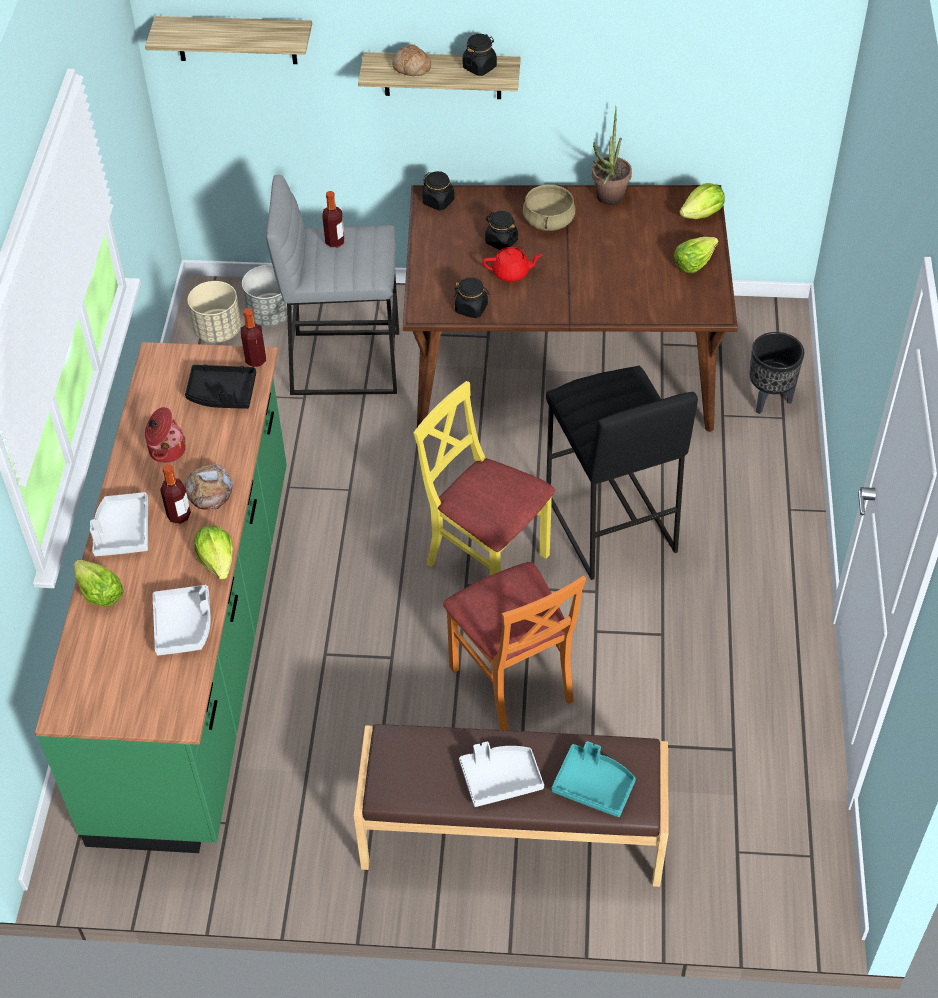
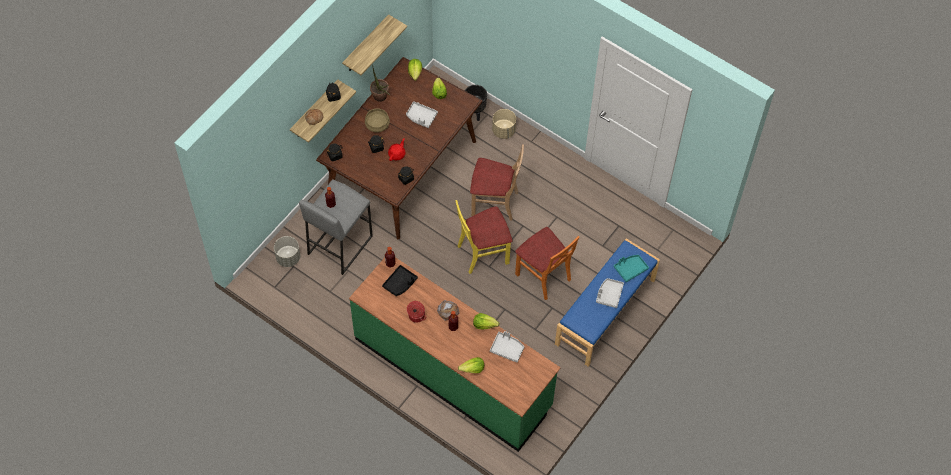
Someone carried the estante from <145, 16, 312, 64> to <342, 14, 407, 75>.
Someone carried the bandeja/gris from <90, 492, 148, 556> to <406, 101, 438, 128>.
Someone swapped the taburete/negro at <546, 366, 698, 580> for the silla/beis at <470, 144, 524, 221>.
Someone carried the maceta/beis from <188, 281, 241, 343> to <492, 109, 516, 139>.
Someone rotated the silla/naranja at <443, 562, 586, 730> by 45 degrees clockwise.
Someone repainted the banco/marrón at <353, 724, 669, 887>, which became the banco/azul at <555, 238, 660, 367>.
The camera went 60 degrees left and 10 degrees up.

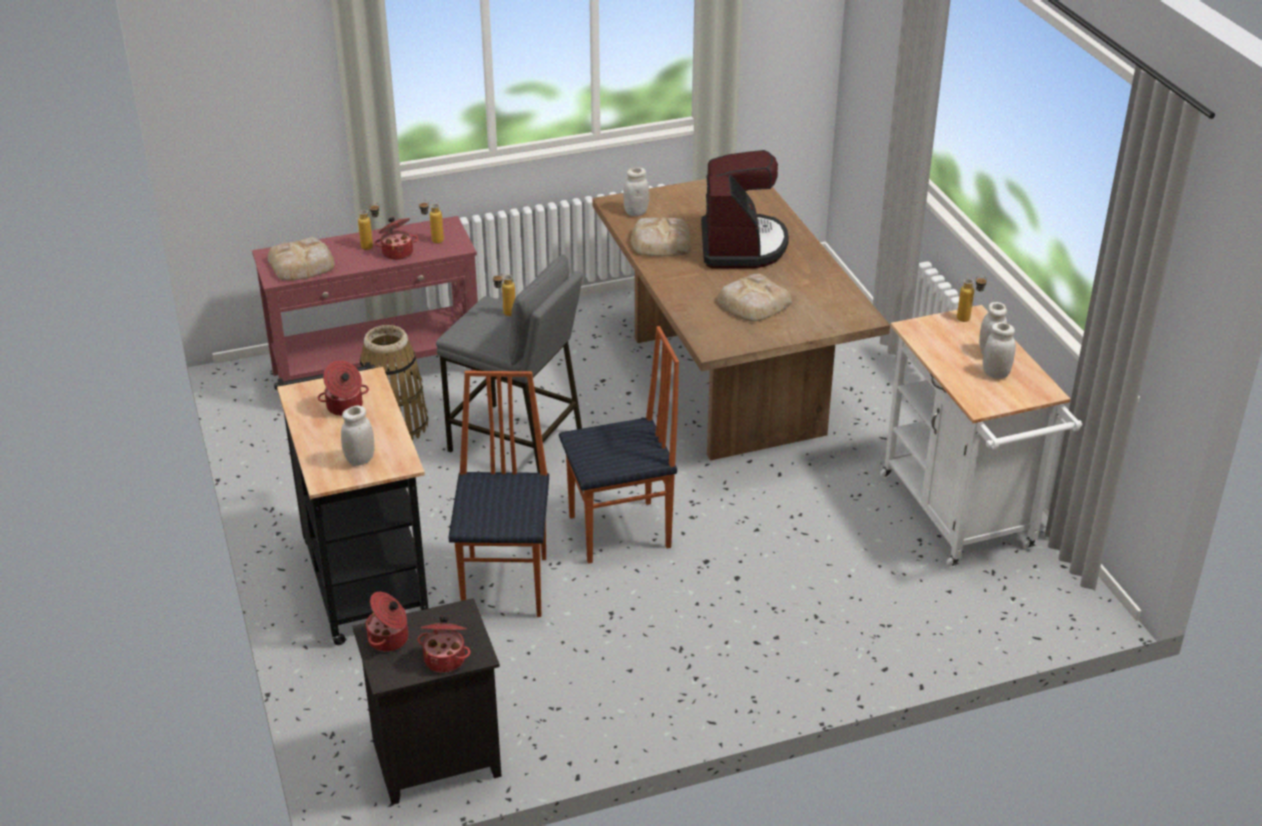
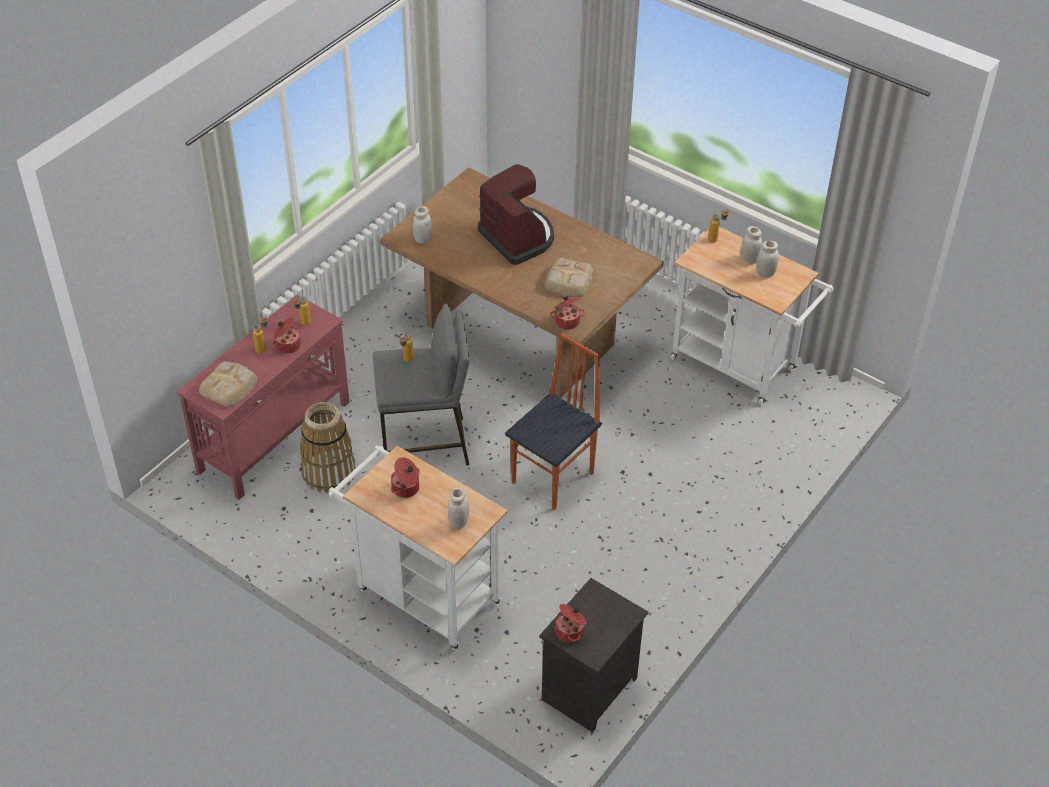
Someone repainted the carrito/negro at <274, 362, 428, 645>, which became the carrito/blanco at <329, 445, 508, 651>.
Someone carried the olla from <417, 617, 470, 673> to <550, 296, 585, 330>.
Someone took away the silla at <448, 371, 549, 617>.
Someone took away the pan at <631, 217, 691, 256>.
The camera went 35 degrees left and 10 degrees up.

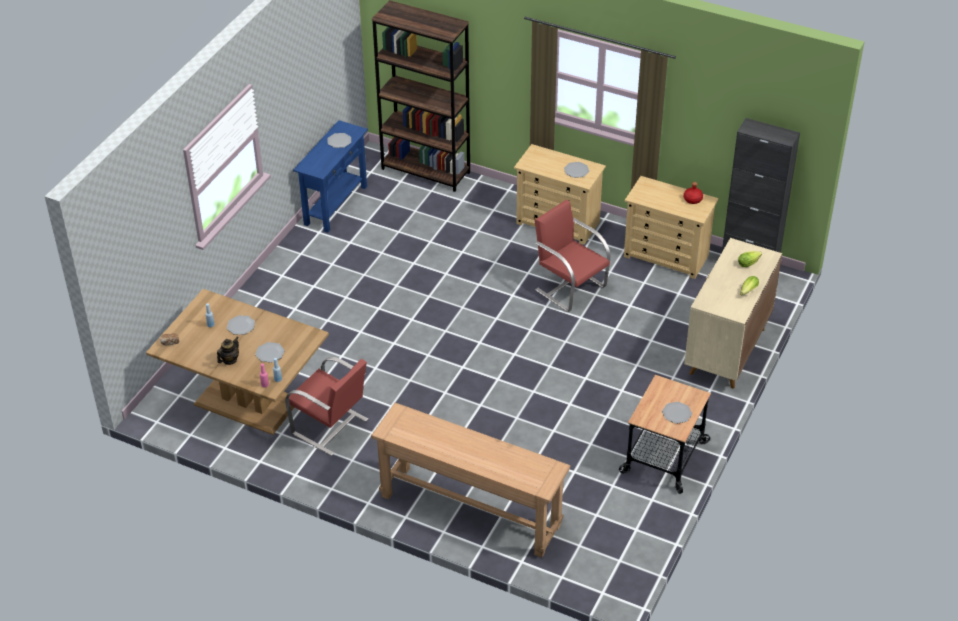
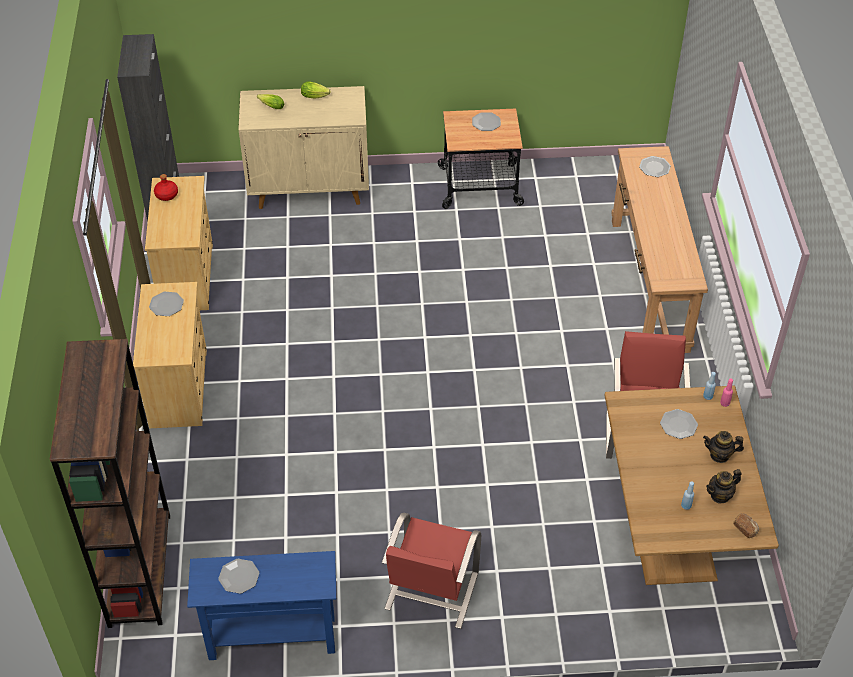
Someone carried the silla/rojo from <535, 200, 611, 312> to <382, 513, 481, 629>.
Someone carried the plato from <227, 315, 255, 335> to <639, 156, 671, 177>.
Someone put down the tetera at <706, 469, 741, 504>.
The camera went 120 degrees left and 5 degrees up.

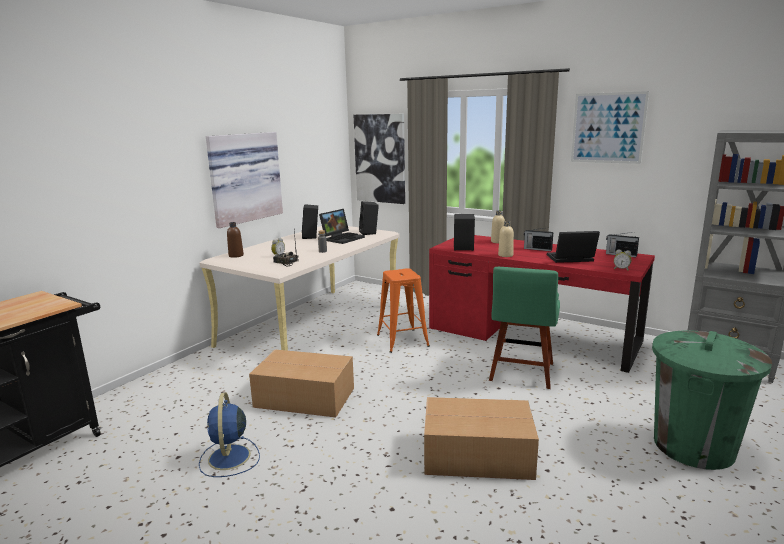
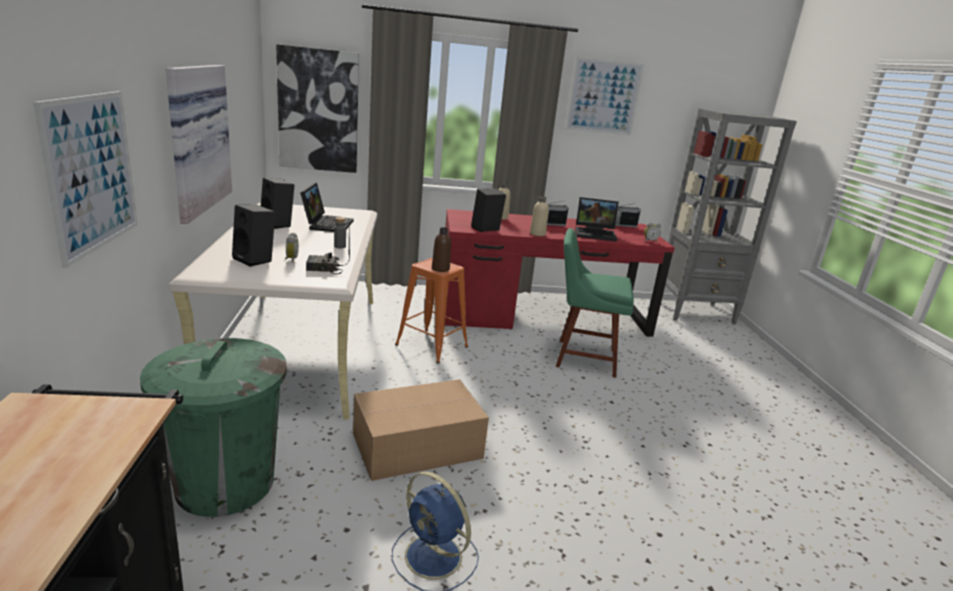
Someone put up the cuadro at <33, 91, 138, 268>.
Someone carried the papelera/verde from <652, 330, 772, 470> to <140, 338, 287, 517>.
Someone carried the altavoz/negro from <359, 201, 379, 235> to <232, 205, 275, 267>.
Someone carried the botella/marrón from <227, 222, 244, 258> to <432, 227, 451, 272>.
Someone rotated the silla/verde at <489, 267, 560, 389> by 120 degrees clockwise.
Someone rotated the portátil at <547, 231, 600, 263> by 135 degrees counterclockwise.
Someone took away the caja de cartón at <424, 397, 539, 480>.
The camera went 40 degrees left and 5 degrees up.

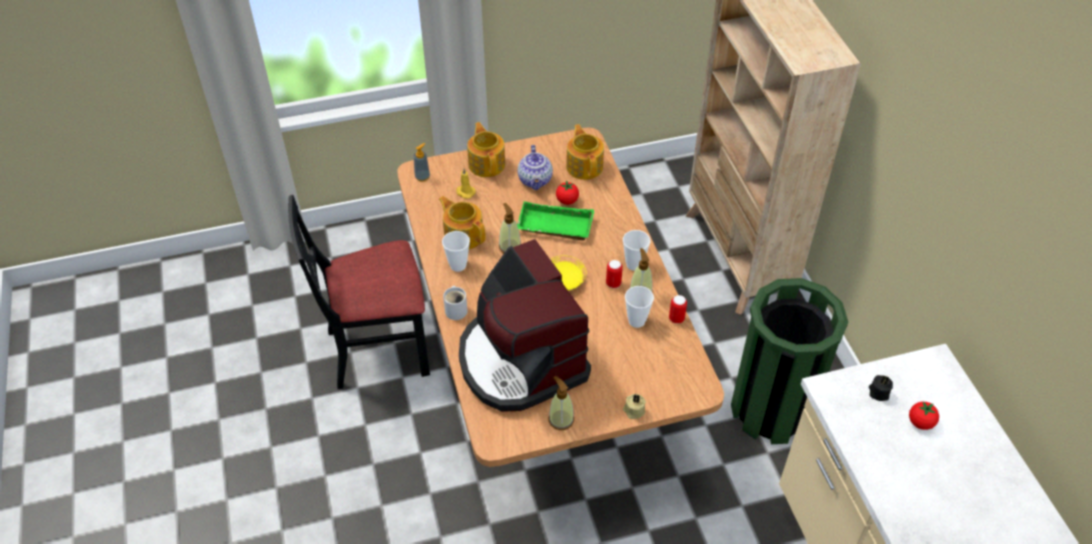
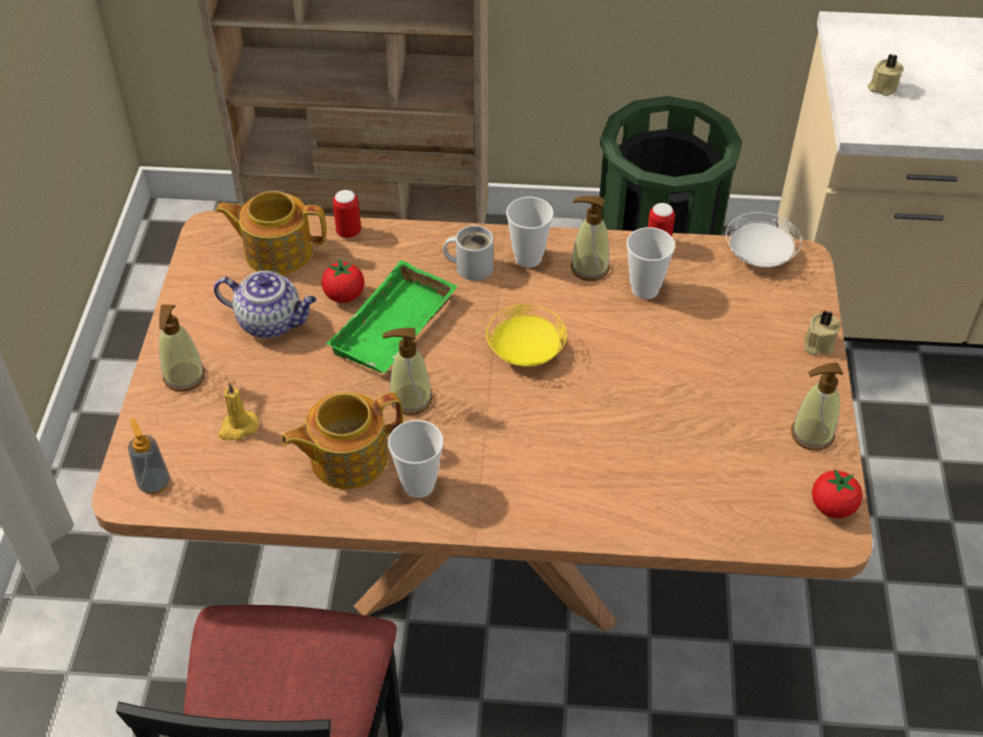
Someone swapped the tetera at <467, 122, 505, 177> for the dispensador de jabón at <159, 304, 205, 392>.
Someone carried the lata from <606, 260, 623, 288> to <333, 190, 361, 238>.
Someone carried the taza grande/blanco from <443, 286, 468, 320> to <443, 225, 493, 281>.
Someone put down the plato/blanco at <726, 212, 802, 267>.
Someone carried the tomate from <909, 402, 939, 430> to <812, 469, 863, 518>.
Someone repainted the vela/negro at <869, 375, 893, 401>, which became the vela/beis at <868, 54, 904, 96>.
Someone took away the cafetera at <459, 239, 591, 412>.
The camera went 70 degrees left and 0 degrees up.

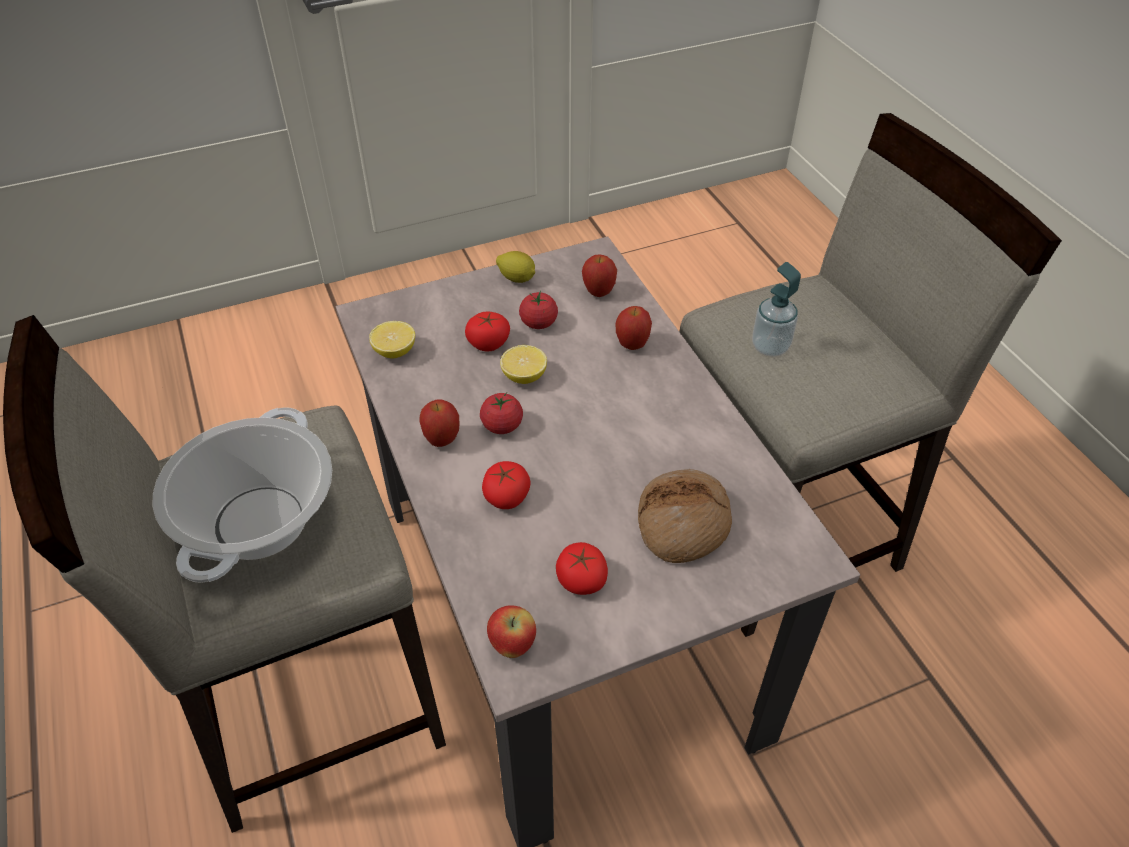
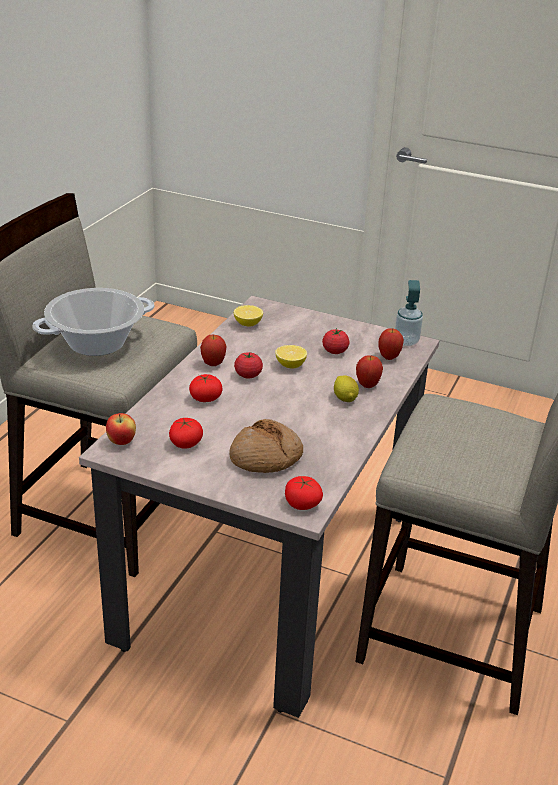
Someone carried the tomate from <465, 312, 510, 351> to <285, 476, 323, 510>.
Someone carried the limón from <496, 251, 535, 283> to <334, 375, 359, 402>.
Someone carried the dispensador de jabón from <752, 262, 801, 357> to <395, 280, 423, 346>.
The camera went 45 degrees right and 15 degrees down.

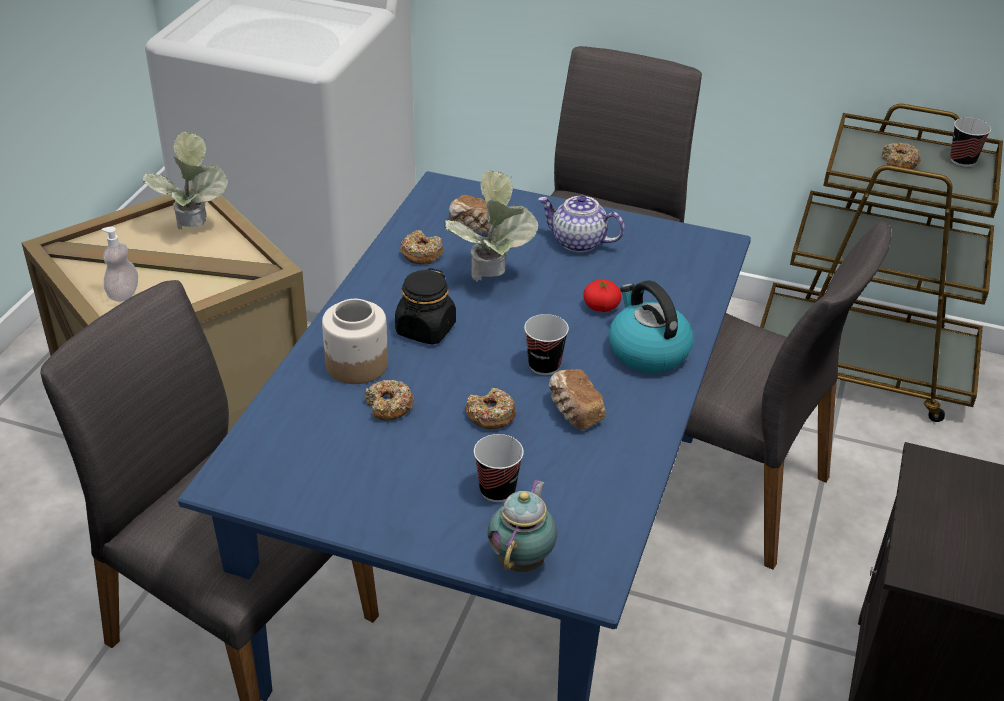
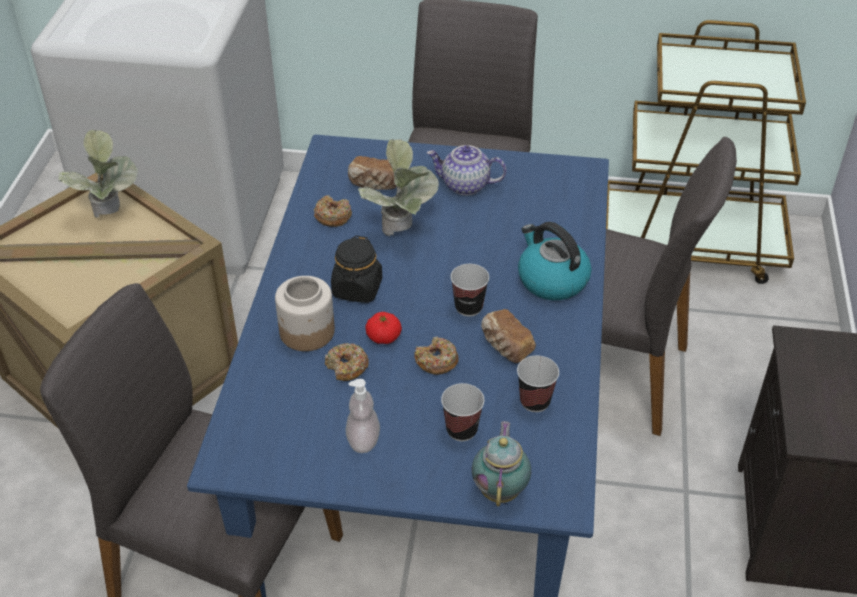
Someone carried the dispensador de jabón from <101, 227, 138, 302> to <346, 379, 380, 453>.
Someone carried the tomate from <584, 279, 621, 312> to <365, 312, 402, 344>.
Someone carried the taza from <950, 117, 991, 167> to <517, 356, 559, 412>.
Someone took away the rosquilla at <882, 143, 921, 169>.
The camera went 10 degrees left and 5 degrees up.

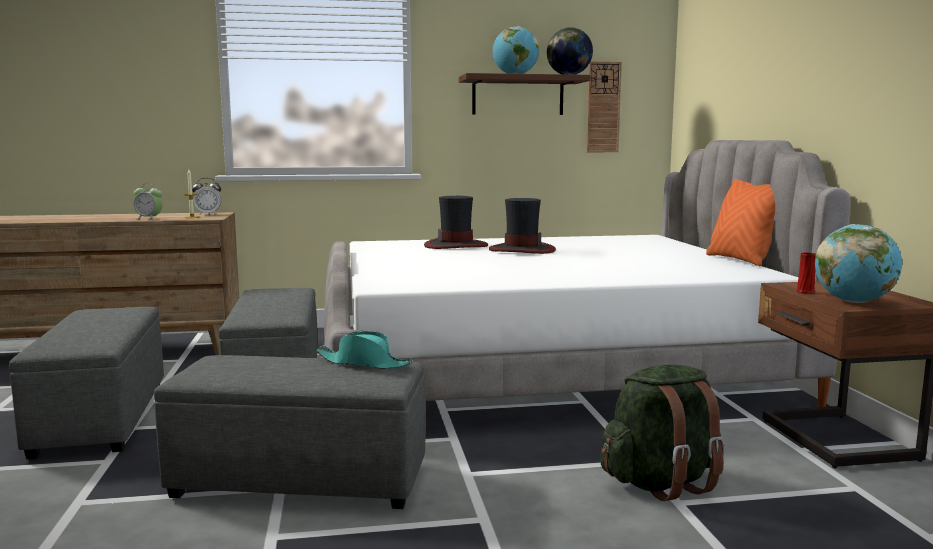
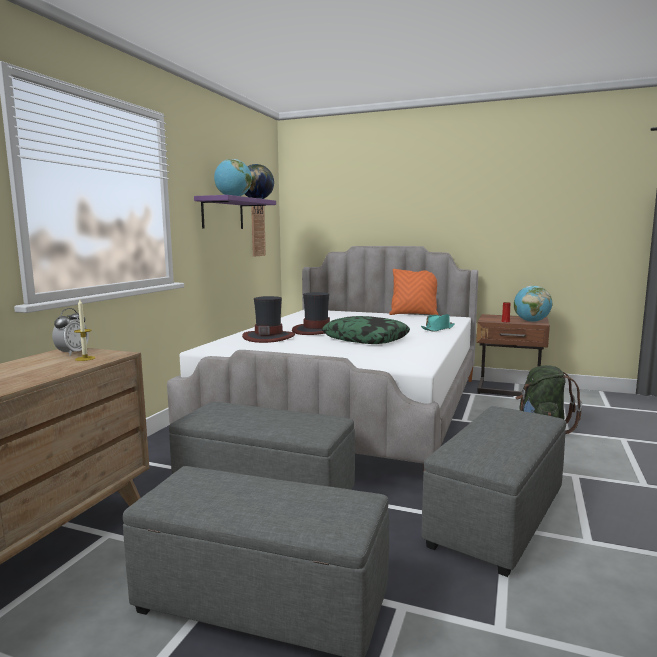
Someone repainted the estante/marrón at <459, 73, 590, 115>, which became the estante/morado at <194, 195, 276, 229>.
Someone put down the cojín at <322, 316, 410, 344>.
Someone carried the sombrero/turquesa from <316, 331, 413, 369> to <421, 314, 455, 332>.
Someone took away the despertador at <134, 183, 162, 220>.
The camera went 60 degrees left and 0 degrees up.

